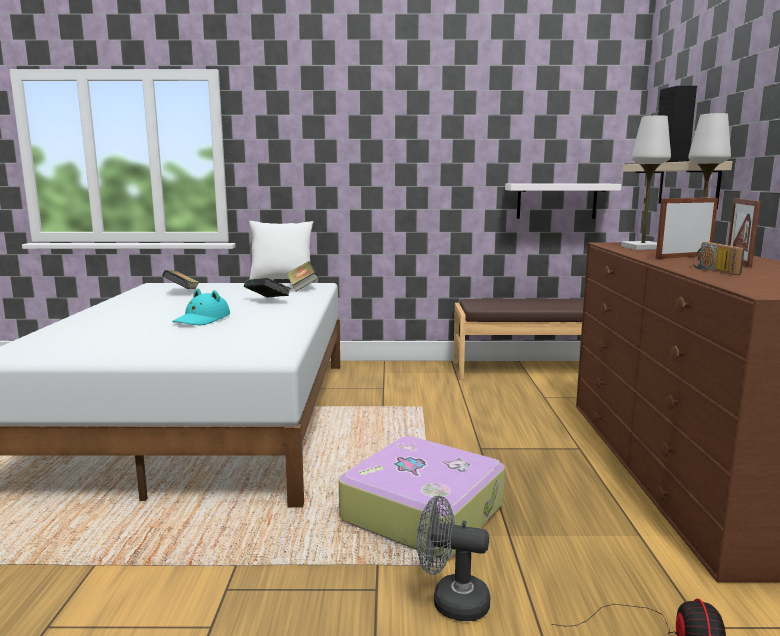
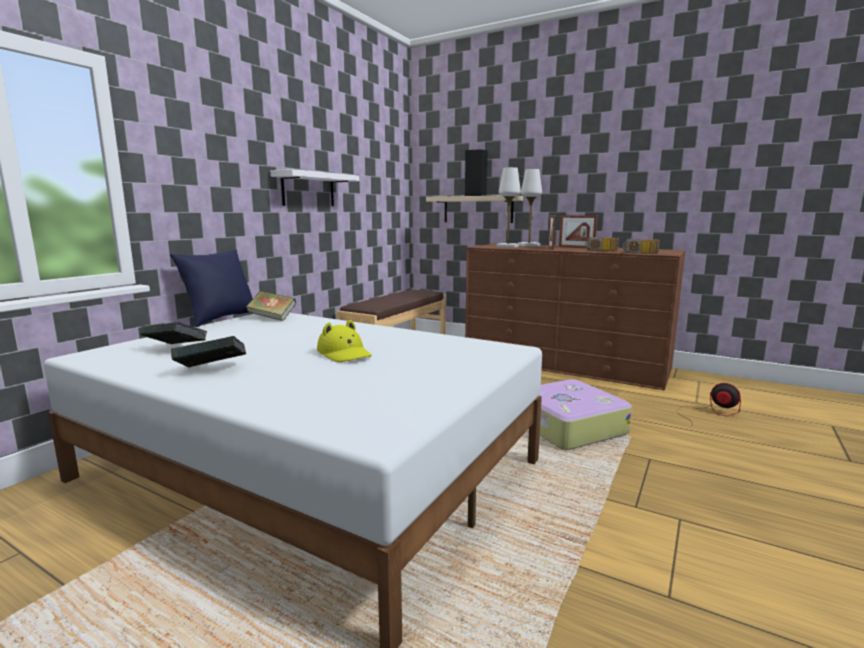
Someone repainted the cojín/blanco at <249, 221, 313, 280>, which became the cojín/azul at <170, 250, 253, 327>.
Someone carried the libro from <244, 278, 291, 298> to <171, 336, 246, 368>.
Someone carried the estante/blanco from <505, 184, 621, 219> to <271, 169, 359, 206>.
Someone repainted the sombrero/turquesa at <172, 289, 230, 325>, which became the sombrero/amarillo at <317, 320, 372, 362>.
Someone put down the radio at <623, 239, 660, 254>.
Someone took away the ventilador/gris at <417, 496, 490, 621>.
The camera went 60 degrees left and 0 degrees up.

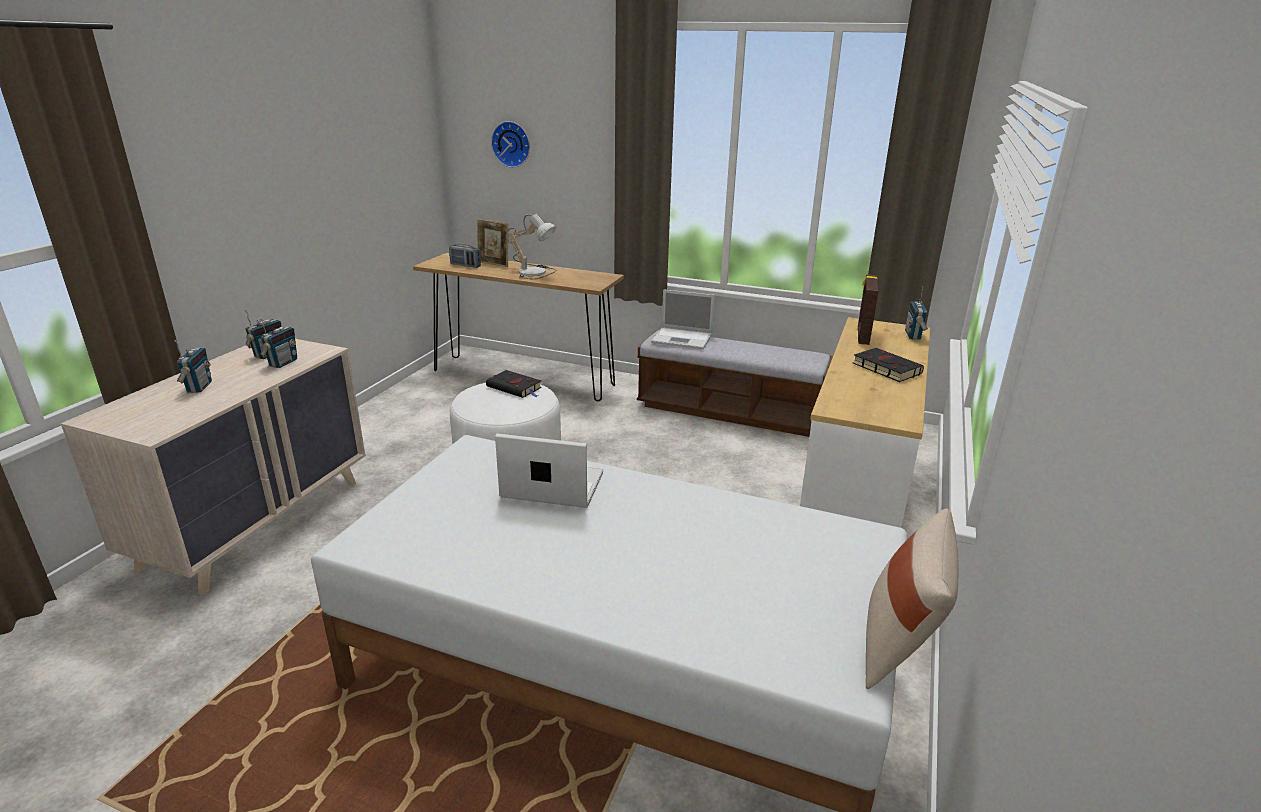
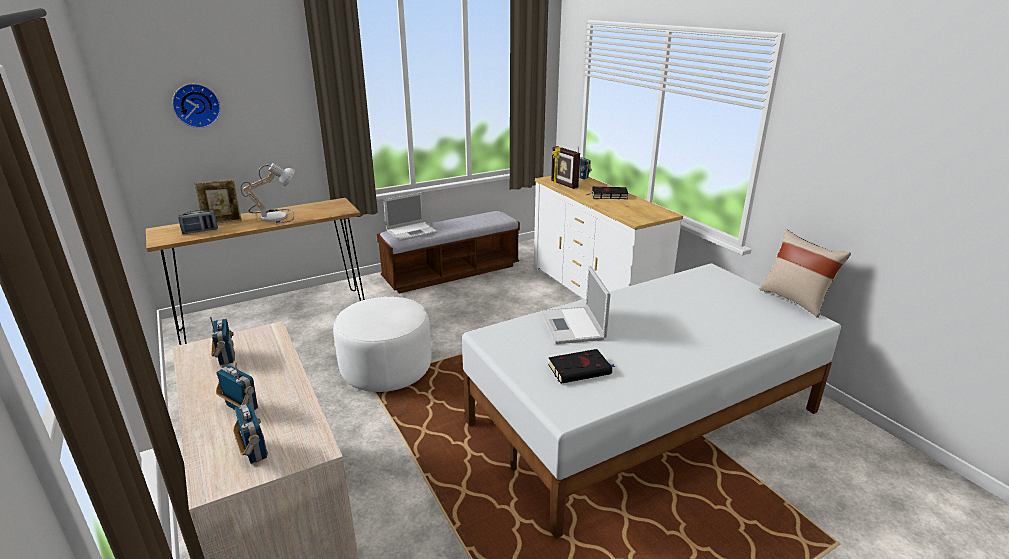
Someone carried the radio from <260, 318, 297, 368> to <233, 403, 268, 464>.
Someone rotated the portátil at <495, 434, 603, 508> by 60 degrees counterclockwise.
Someone carried the libro/negro from <486, 370, 542, 398> to <548, 349, 616, 384>.
The camera went 50 degrees left and 0 degrees up.

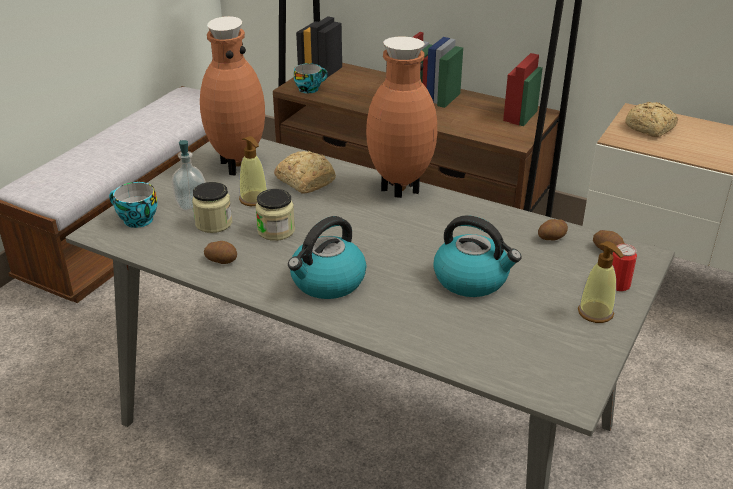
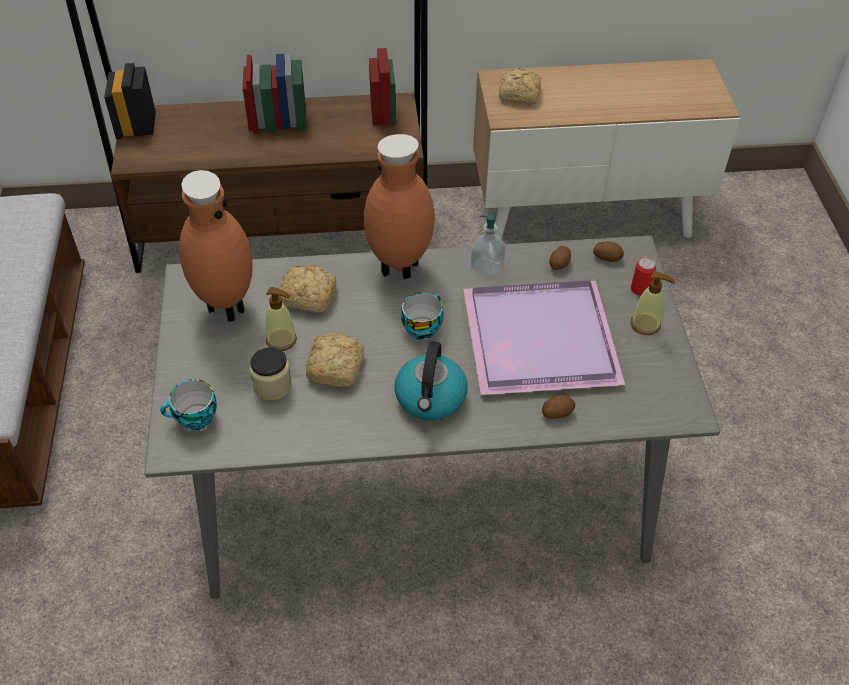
Someone swapped the tarro at <255, 189, 295, 241> for the pan at <306, 333, 364, 387>.
Someone carried the taza from <294, 63, 328, 94> to <401, 292, 444, 340>.
Someone swapped the hervidor at <433, 215, 522, 297> for the bandeja/morado at <463, 281, 625, 395>.
Someone carried the dispensador de jabón from <171, 140, 206, 211> to <471, 214, 506, 277>.
Someone carried the patata from <204, 241, 237, 264> to <542, 395, 575, 419>.
The camera went 35 degrees left and 15 degrees up.

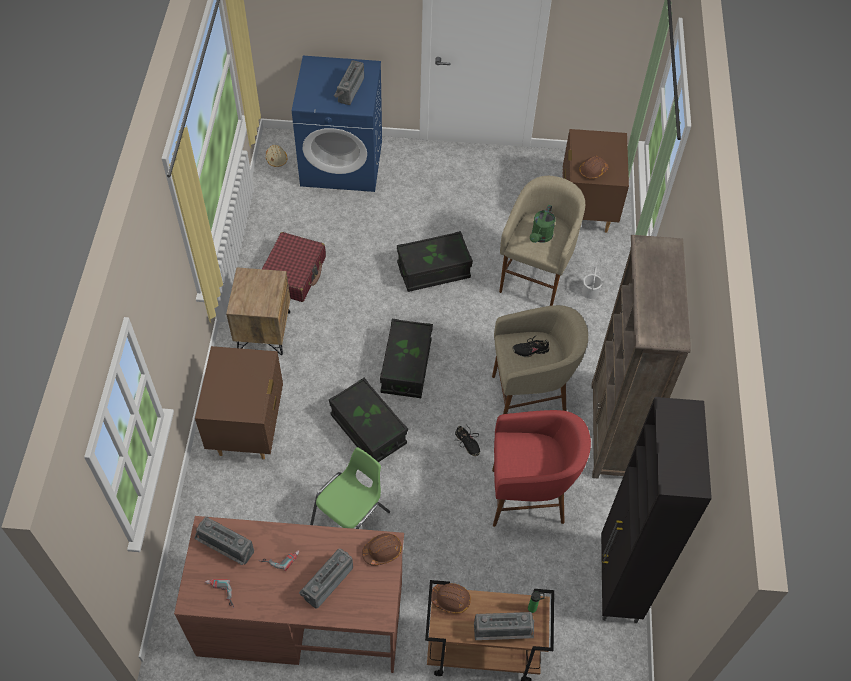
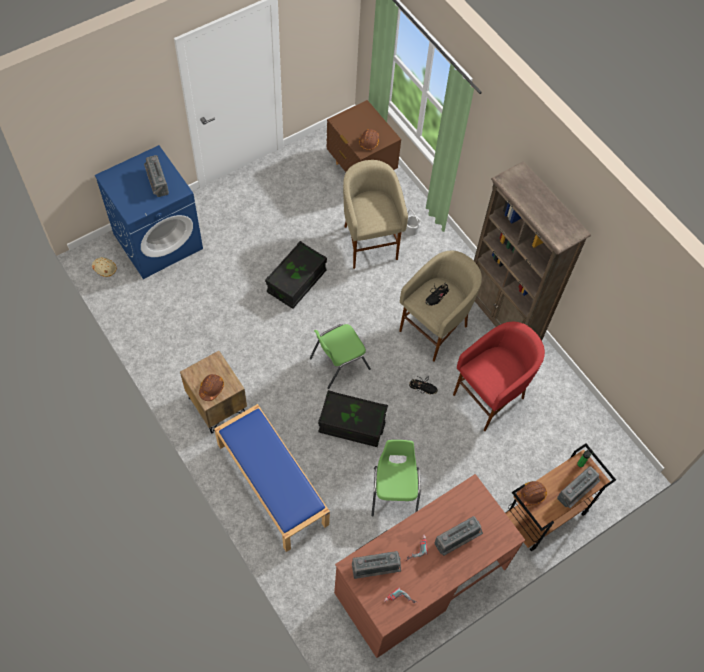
Someone carried the casco/marrón from <362, 533, 402, 566> to <199, 374, 224, 401>.
Someone swapped the mesita de noche/marrón at <195, 346, 283, 459> for the banco/azul at <214, 404, 330, 552>.
Someone swapped the caja de almacenaje/negro at <380, 319, 433, 398> for the silla/verde at <310, 324, 371, 389>.
Someone rotated the radio at <299, 548, 353, 609> by 120 degrees counterclockwise.
Someone took away the maleta/rojo at <262, 232, 326, 302>.
Someone took away the regadera/verde at <530, 205, 555, 243>.
Someone took away the armario/negro at <601, 397, 712, 623>.
The camera went 40 degrees left and 5 degrees up.

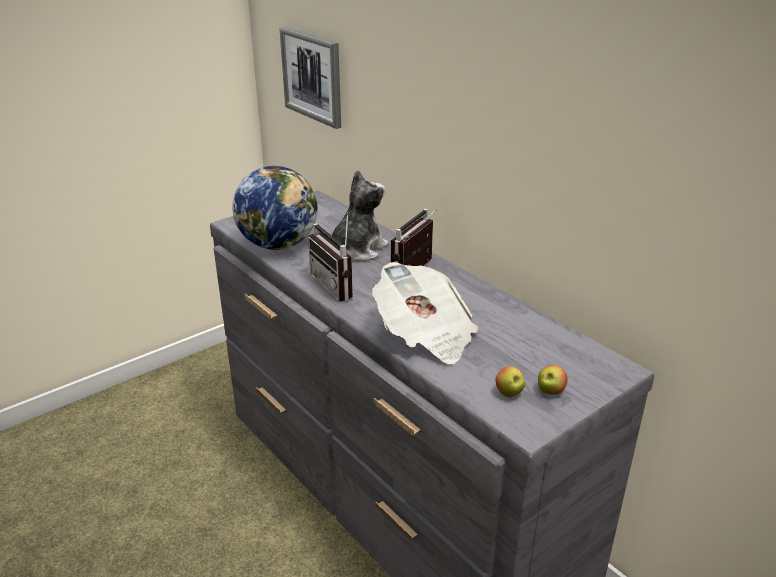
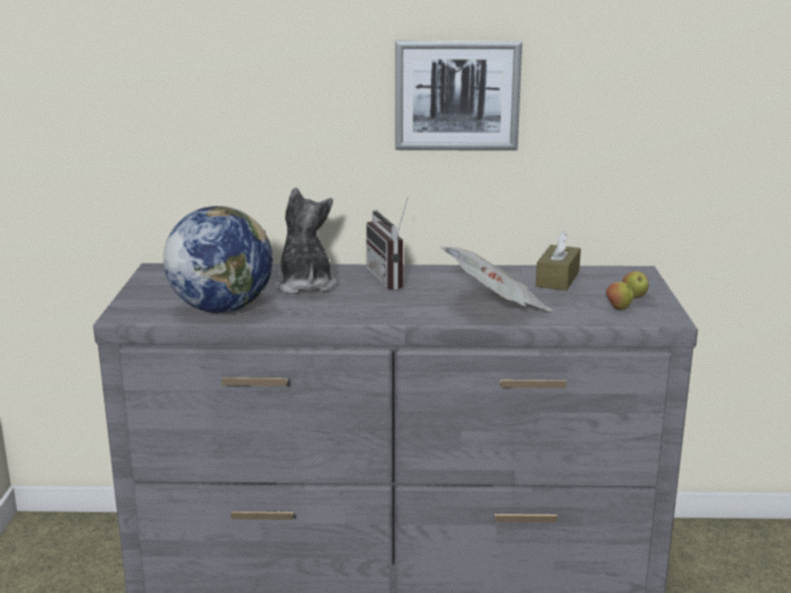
Someone carried the cuadro from <279, 27, 341, 129> to <395, 40, 522, 151>.
Someone put down the caja de pañuelos/marrón at <536, 231, 581, 291>.
Someone took away the radio at <308, 212, 353, 301>.
The camera went 50 degrees left and 10 degrees down.

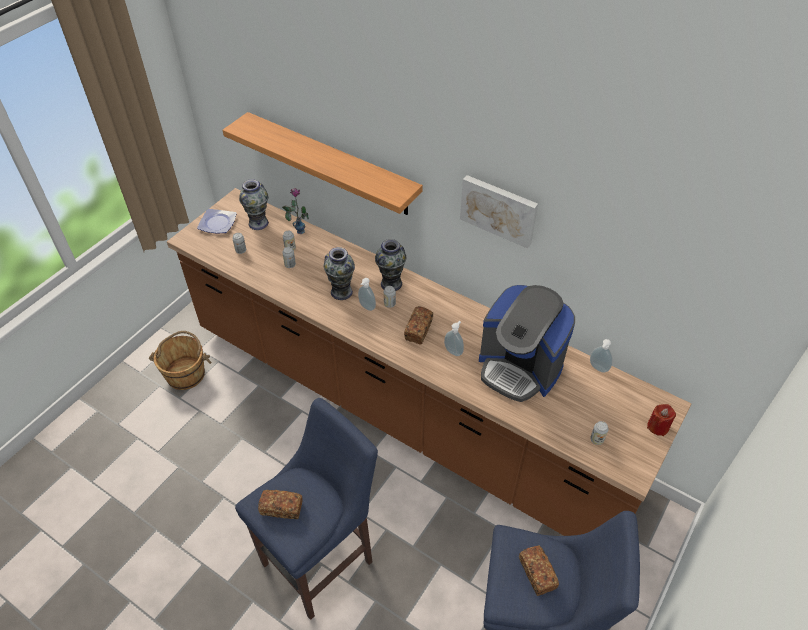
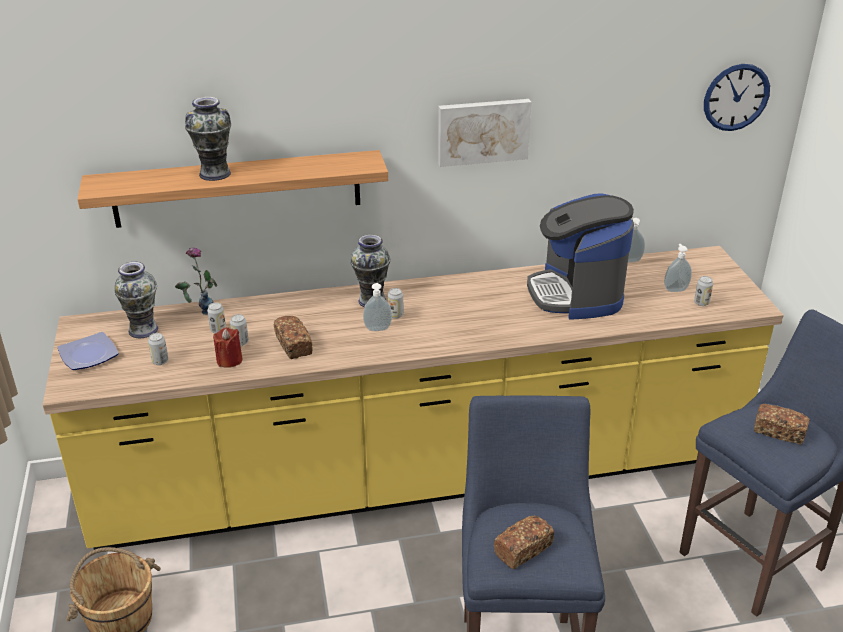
Someone repainted the mueble bajo de cocina/marrón at <167, 188, 691, 536>, which became the mueble bajo de cocina/amarillo at <43, 246, 784, 550>.
Someone carried the florero from <324, 247, 355, 300> to <185, 97, 231, 181>.
Someone carried the vela/rojo from <647, 404, 676, 436> to <213, 327, 243, 368>.
Someone carried the pan from <404, 306, 433, 344> to <274, 316, 313, 359>.
Someone rotated the cafetera at <479, 285, 575, 402> by 90 degrees clockwise.
Someone carried the dispensador de jabón from <444, 321, 464, 356> to <664, 244, 692, 292>.
Someone put up the reloj de pared at <704, 64, 770, 131>.
The camera went 45 degrees left and 15 degrees down.

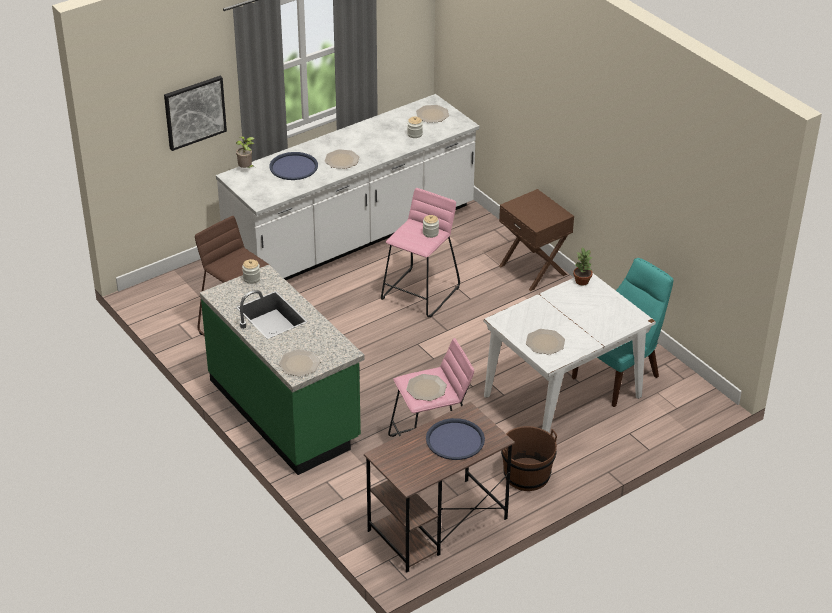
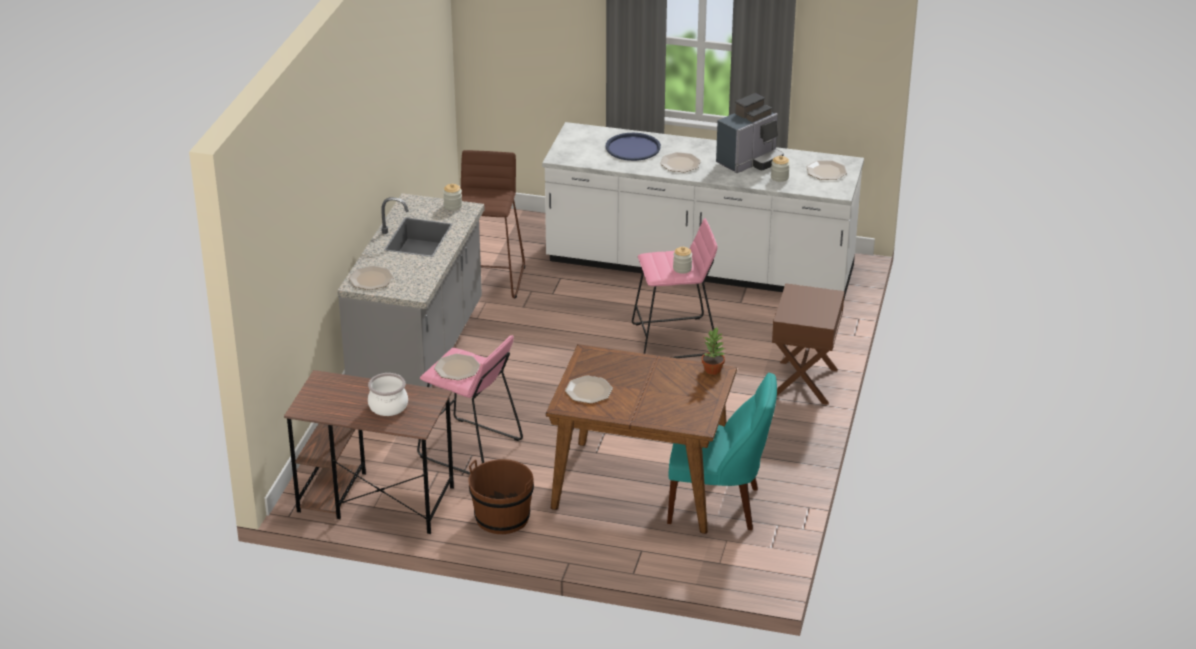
Someone repainted the mueble bajo de cocina/verde at <200, 265, 365, 475>, which became the mueble bajo de cocina/gris at <337, 193, 485, 388>.
Someone swapped the bandeja/azul at <426, 418, 485, 460> for the olla at <368, 373, 408, 416>.
Someone repainted the mesa de comedor/blanco at <484, 274, 656, 433>, which became the mesa de comedor/marrón at <546, 344, 737, 534>.
Someone put down the cafetera at <716, 93, 783, 173>.
Someone took away the cuadro at <164, 76, 227, 151>.
Someone took away the planta en maceta at <236, 137, 255, 168>.
The camera went 50 degrees right and 5 degrees down.

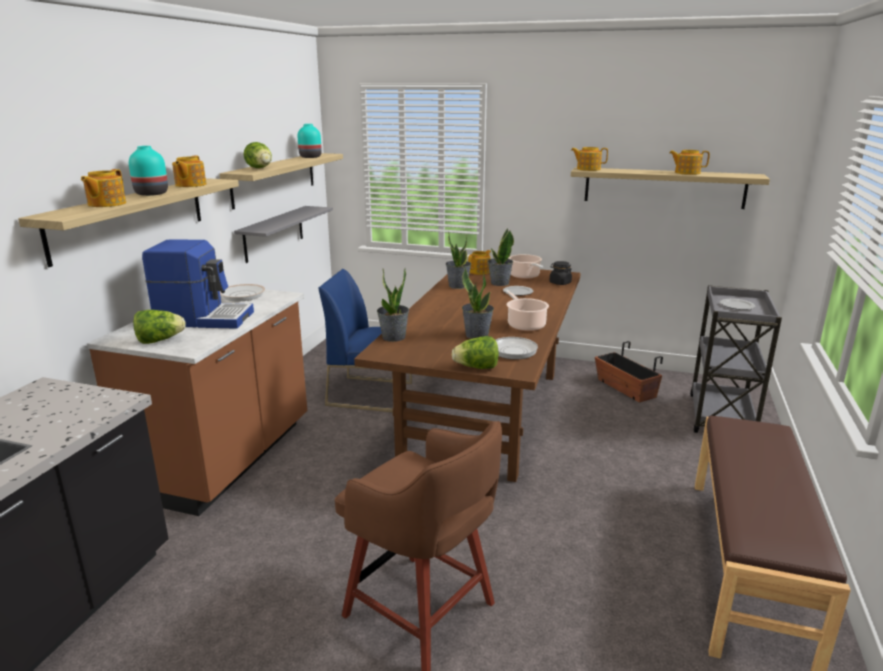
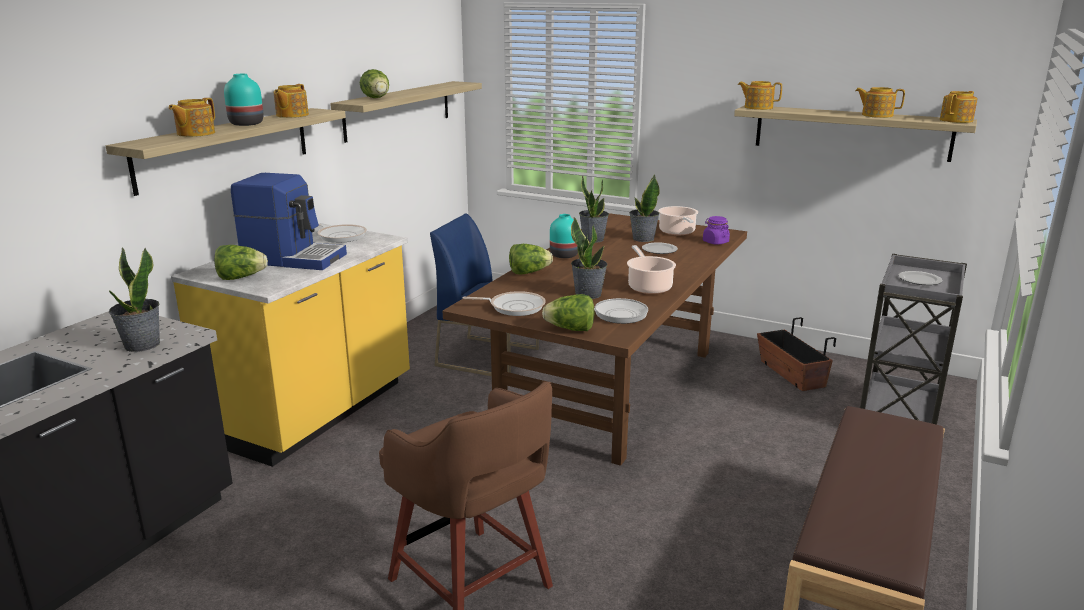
Someone carried the planta en maceta from <377, 268, 409, 342> to <109, 247, 160, 352>.
Someone repainted the mueble bajo de cocina/marrón at <87, 285, 307, 516>, which became the mueble bajo de cocina/amarillo at <171, 223, 410, 467>.
Someone put down the sartén at <463, 291, 546, 316>.
Someone put down the lechuga at <509, 244, 553, 274>.
Someone carried the florero/turquesa from <298, 124, 322, 158> to <550, 214, 578, 258>.
Someone repainted the tarro/negro at <549, 261, 572, 285>, which became the tarro/morado at <703, 216, 730, 245>.
Someone carried the tetera from <468, 250, 491, 275> to <940, 91, 978, 123>.
Someone took away the estante/gris at <234, 206, 333, 263>.
The camera went 10 degrees right and 0 degrees up.

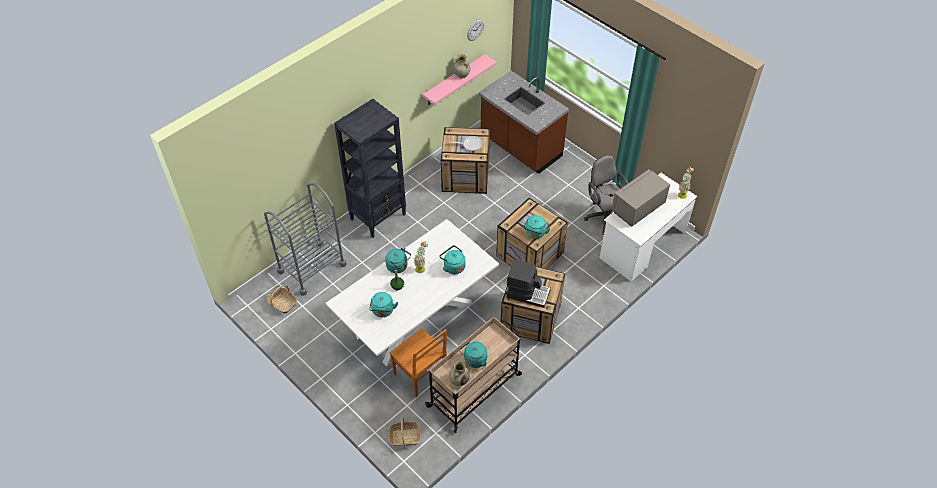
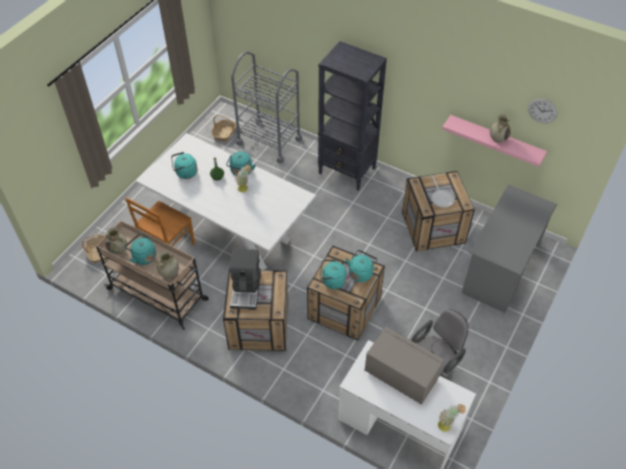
Someone put down the florero/beis at <157, 251, 179, 278>.
Someone carried the hervidor/turquesa from <440, 245, 466, 274> to <346, 250, 378, 282>.
Someone swapped the mueble bajo de cocina/marrón at <479, 71, 569, 174> for the escritorio/gris at <462, 185, 557, 313>.
The camera went 75 degrees right and 0 degrees up.

